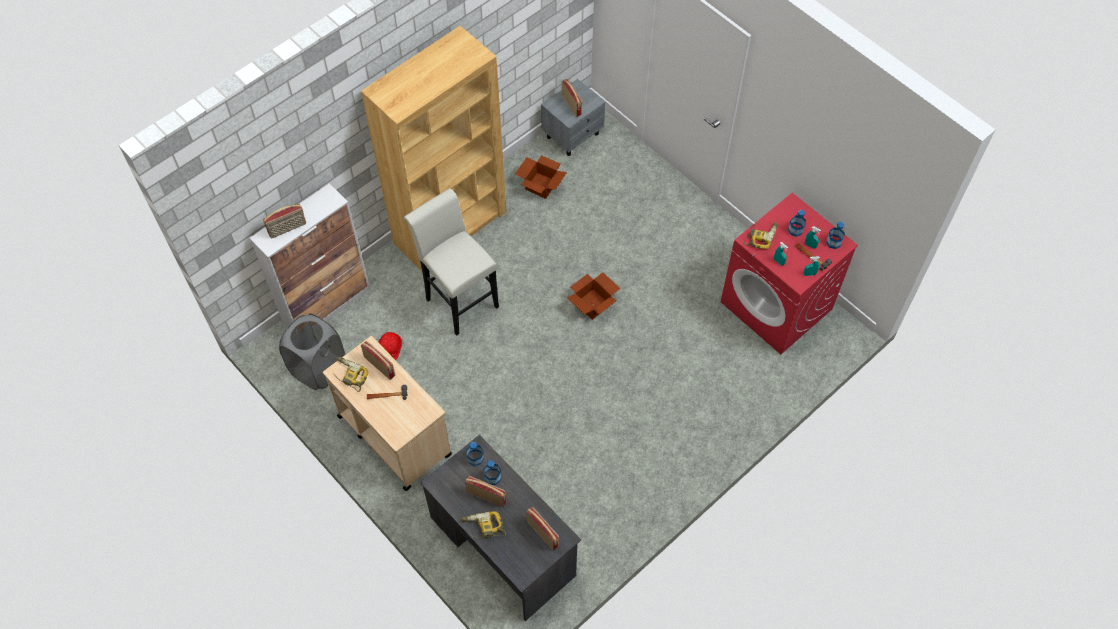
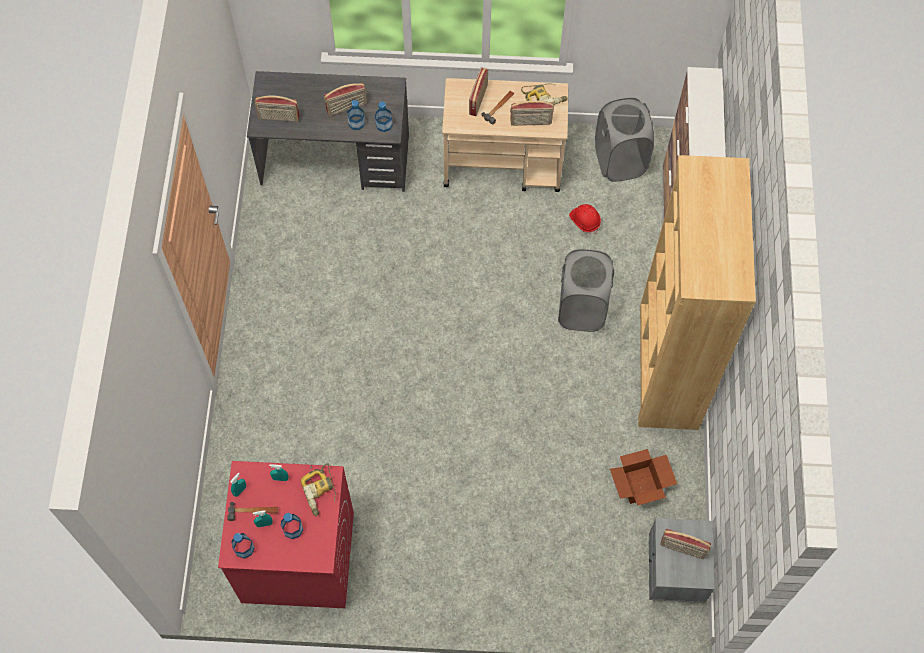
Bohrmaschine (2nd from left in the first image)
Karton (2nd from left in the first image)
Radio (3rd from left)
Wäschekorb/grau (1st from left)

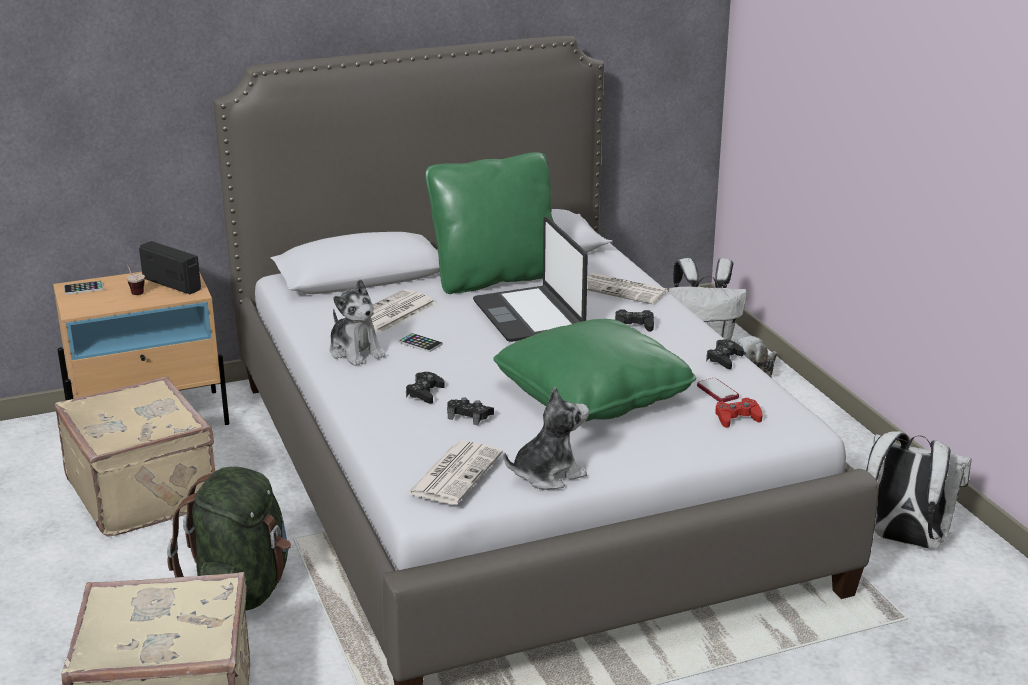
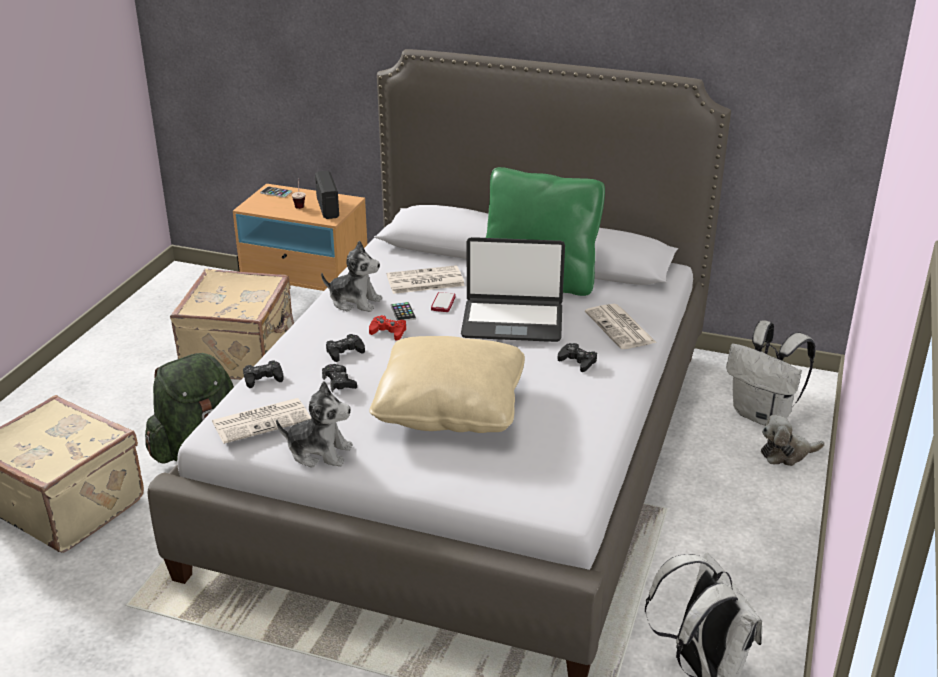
Handy (3rd from left)
Gamepad/schwarz (1st from left)
Gamepad/rot
Kissen/beige
Plüschtier (2nd from left)
Laptop

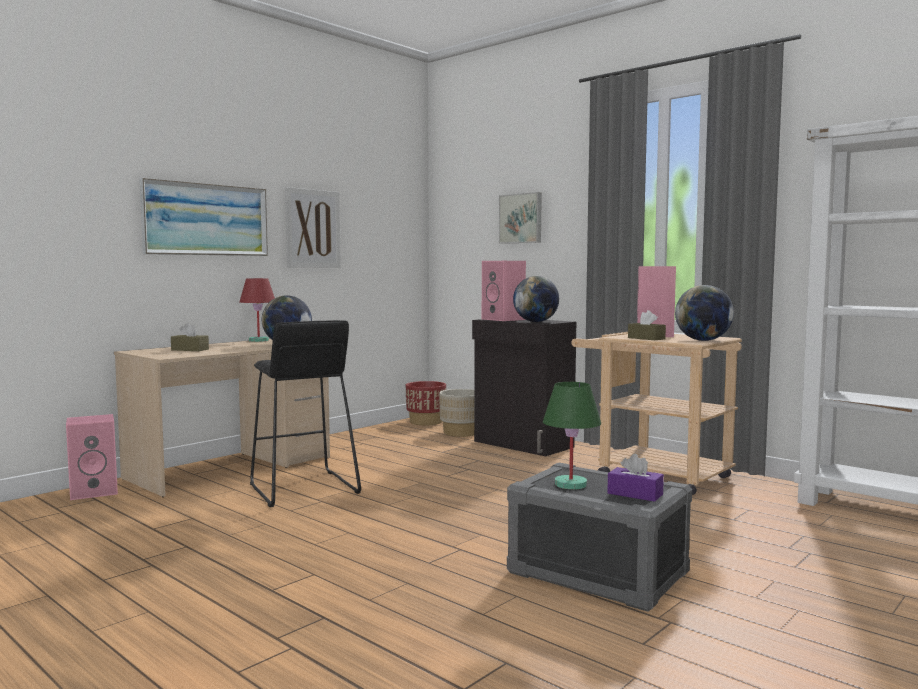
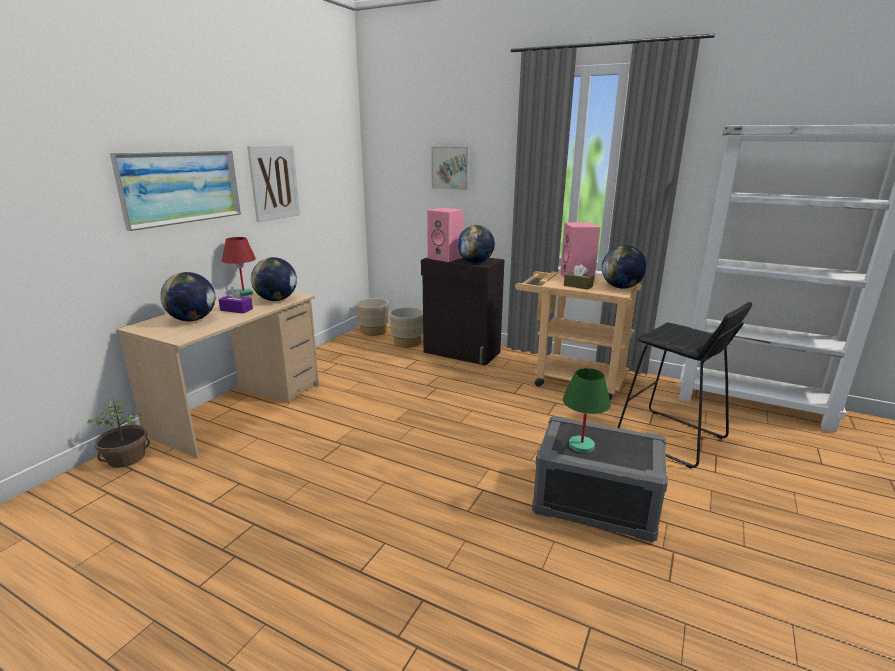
Hocker/schwarz
Taschentuchbox/lila
Topfpflanze
Globus (1st from left)
Pflanzkübel/beige (1st from left)

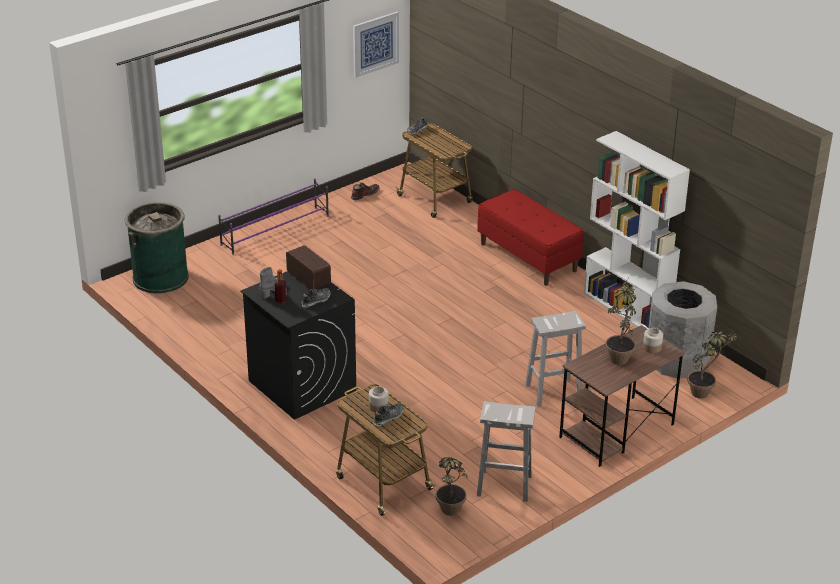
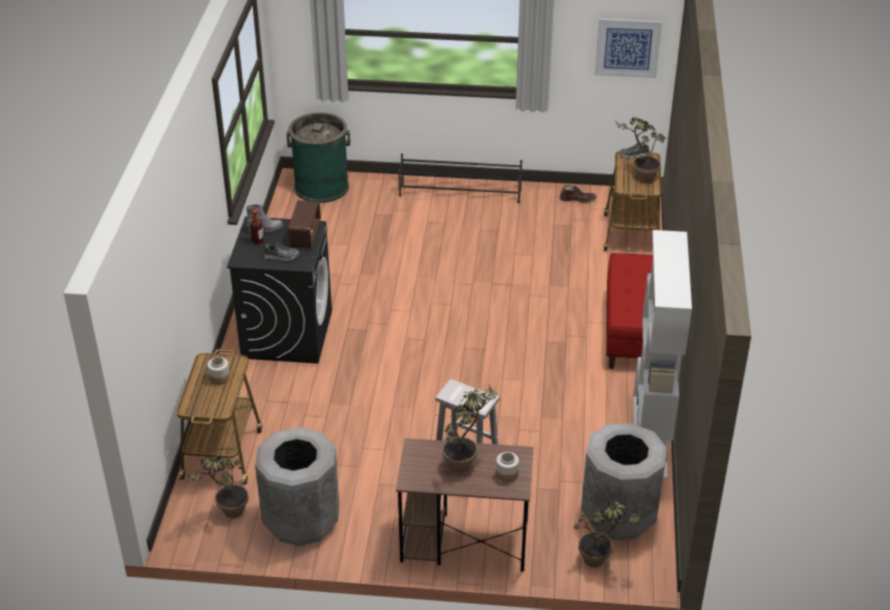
Schuh (2nd from left in the first image)
Topfpflanze (4th from left)
Mülleimer/grau (1st from left)
Schuhregal/schwarz

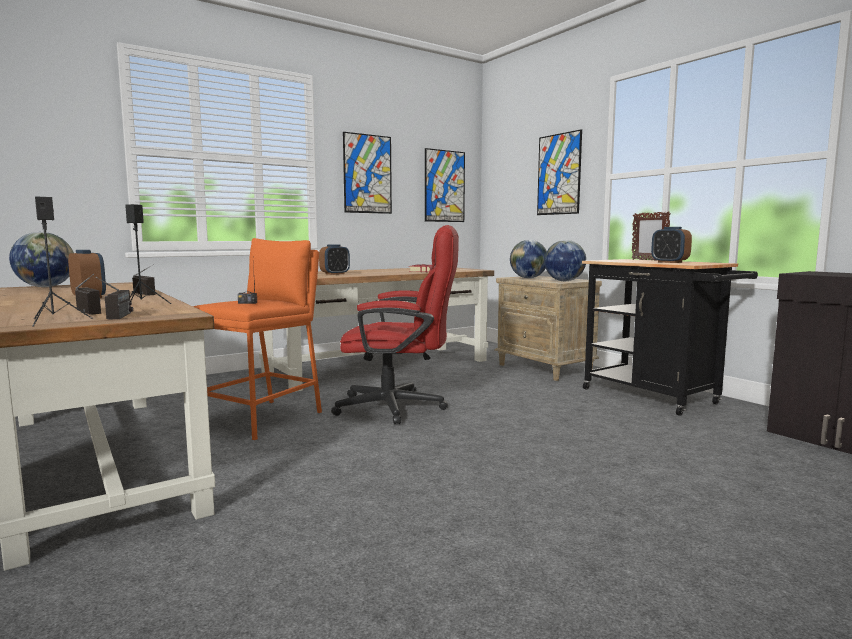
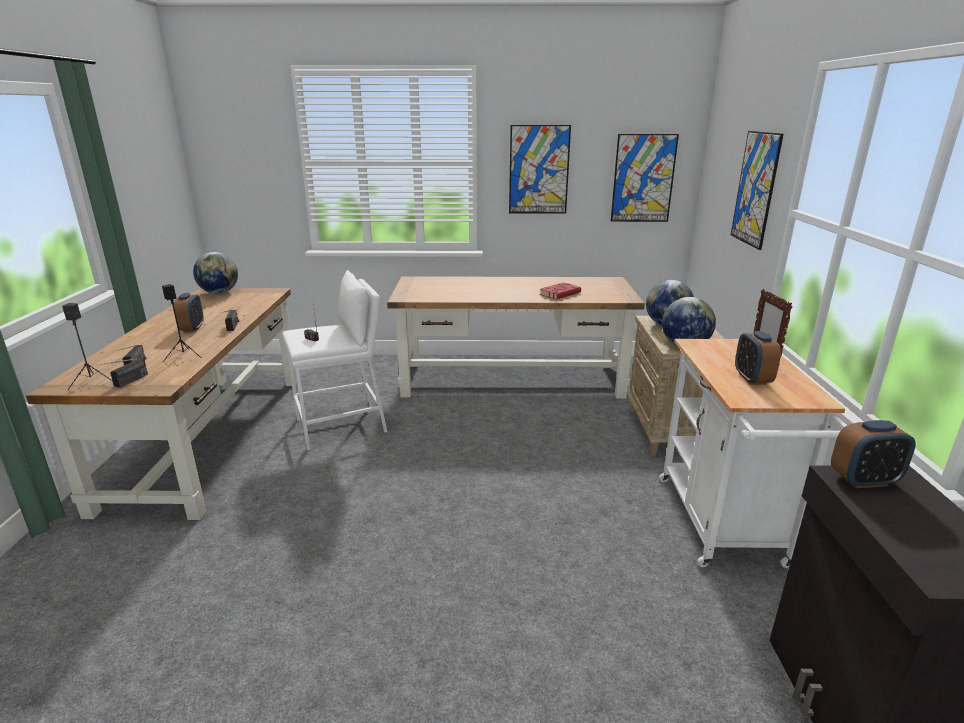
Bürostuhl/rot
Wecker (3rd from left)
Hocker/weiß
Rollwagen/weiß

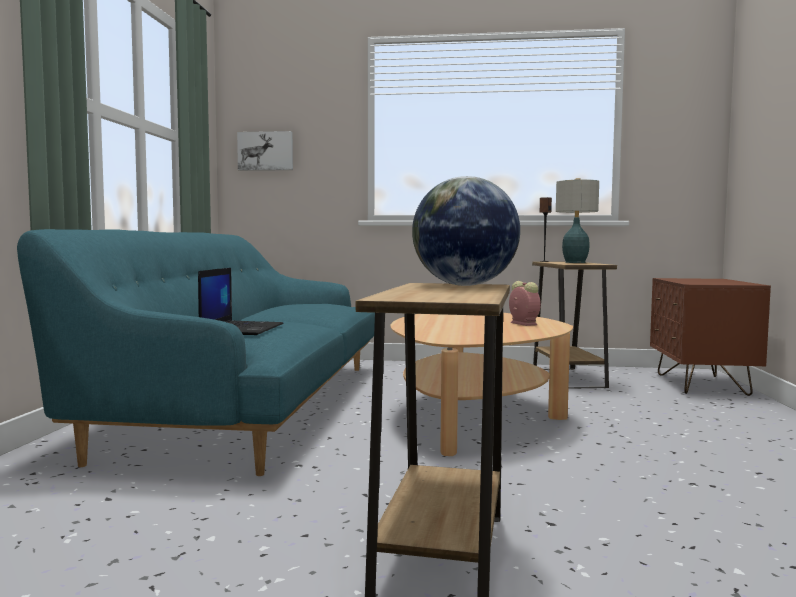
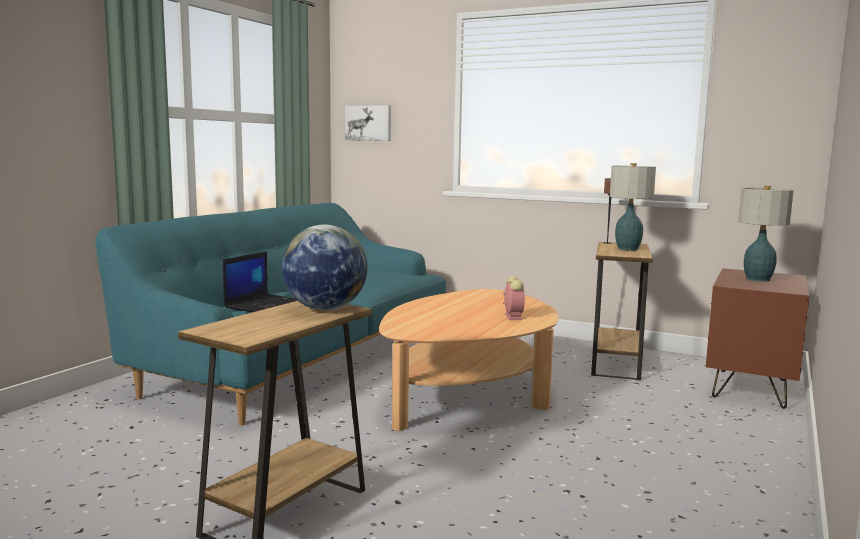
Tischlampe (2nd from left)

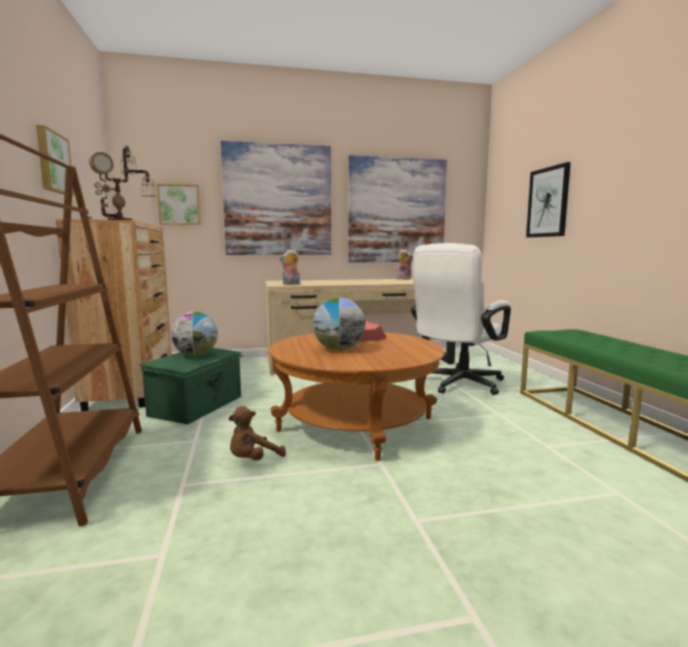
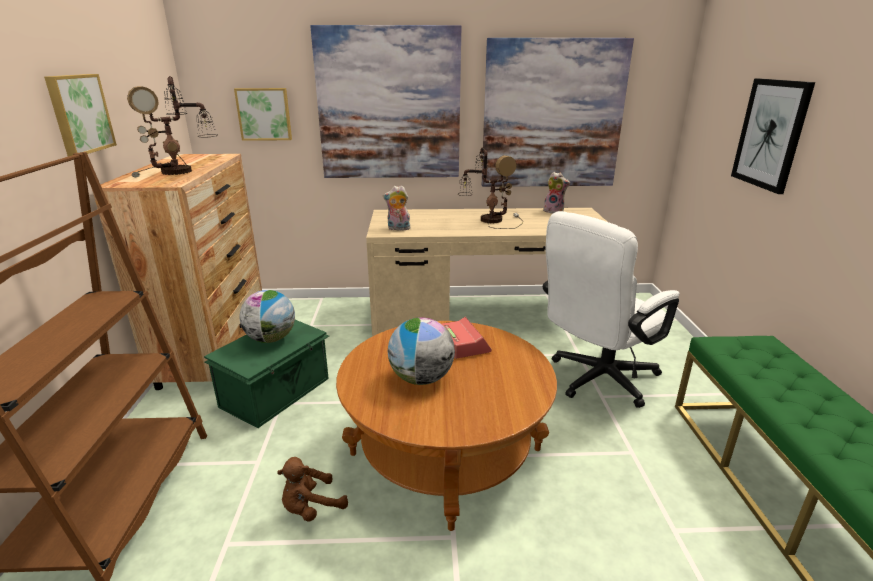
Tischlampe (2nd from left)

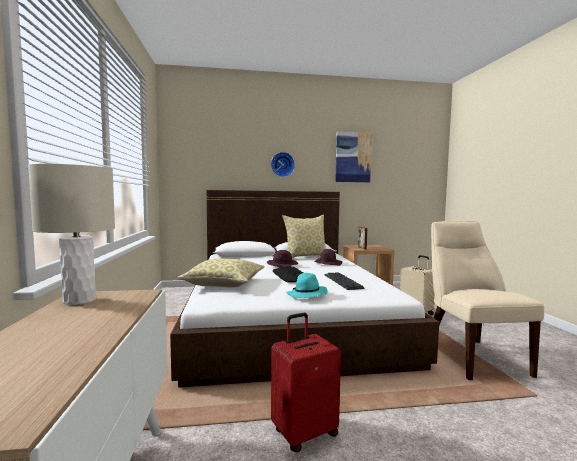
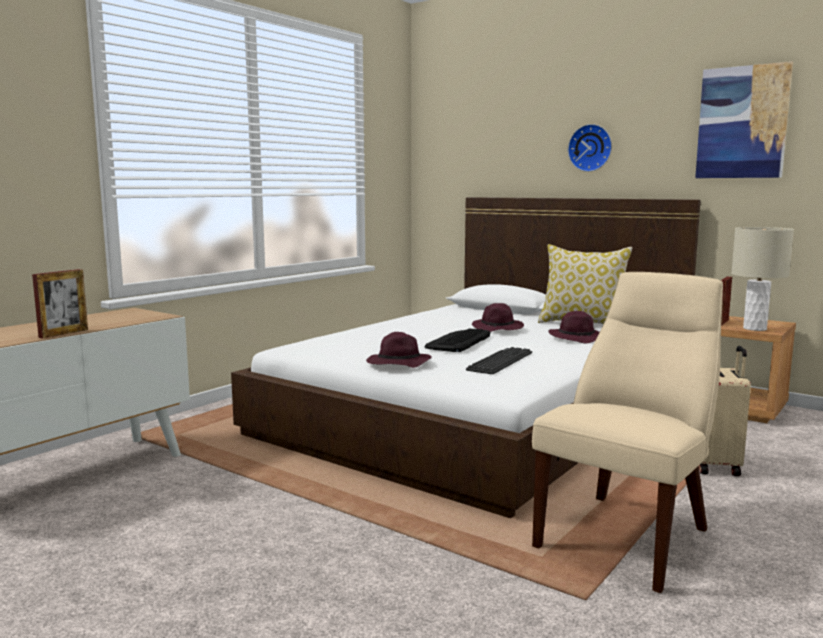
Kissen (1st from left in the first image)
Koffer/rot
Bilderrahmen (1st from left)
Tischlampe/beige
Hut/lila (1st from left)

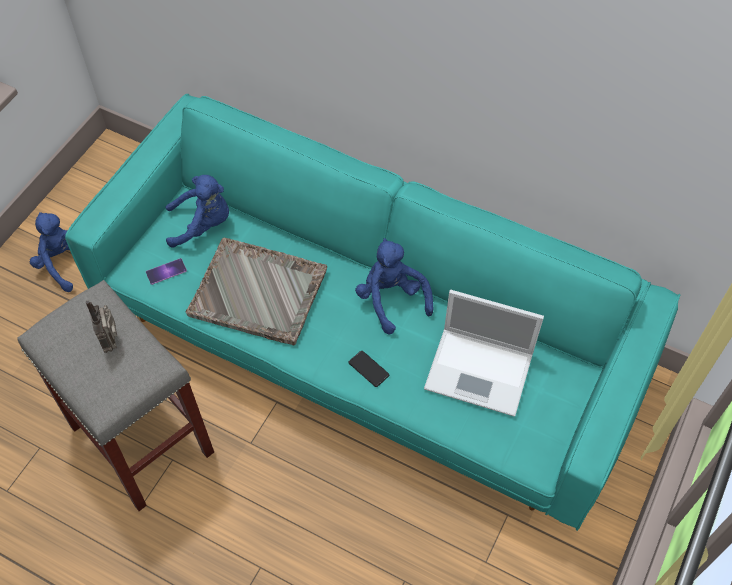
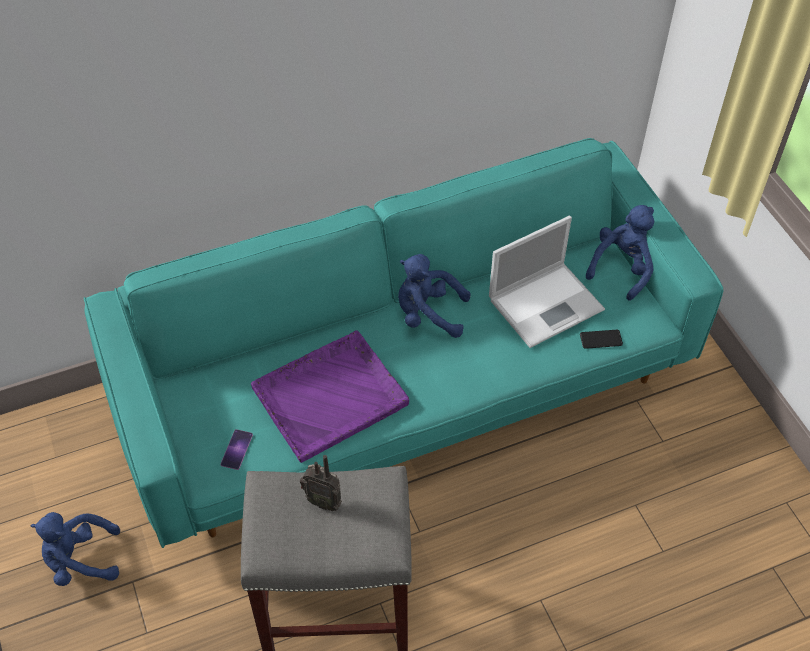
Plüschtier/blau (3rd from left)
Handy (2nd from left)
Tablett/lila

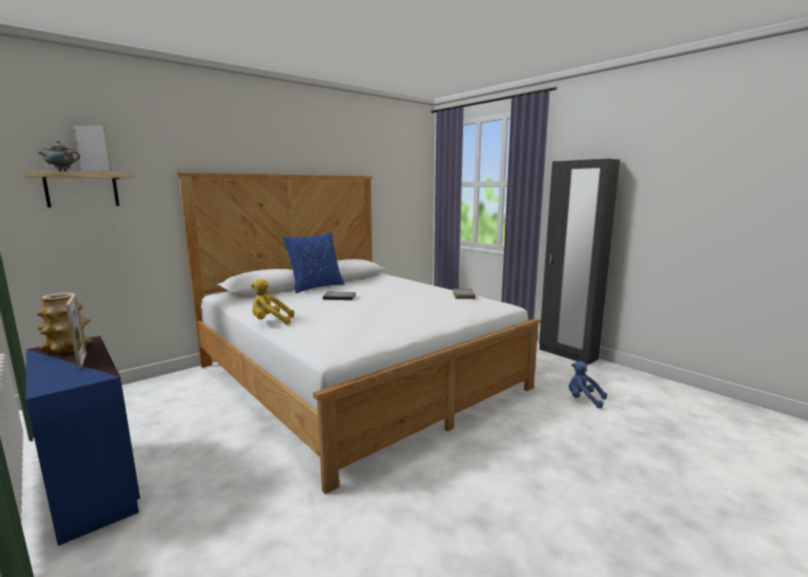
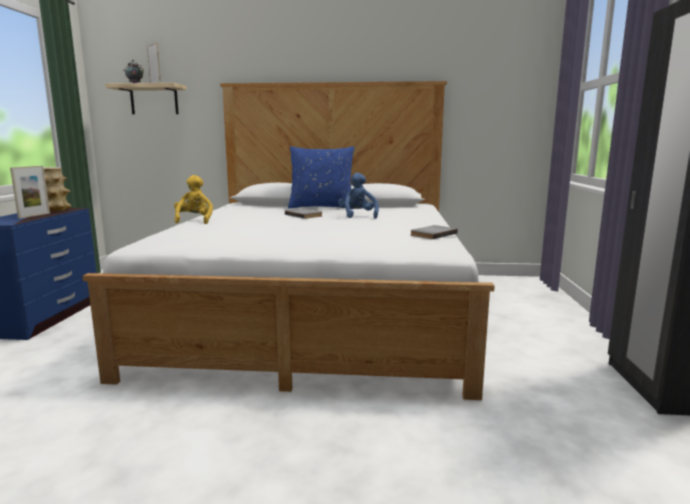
Plüschtier/blau
Plüschtier/gelb

